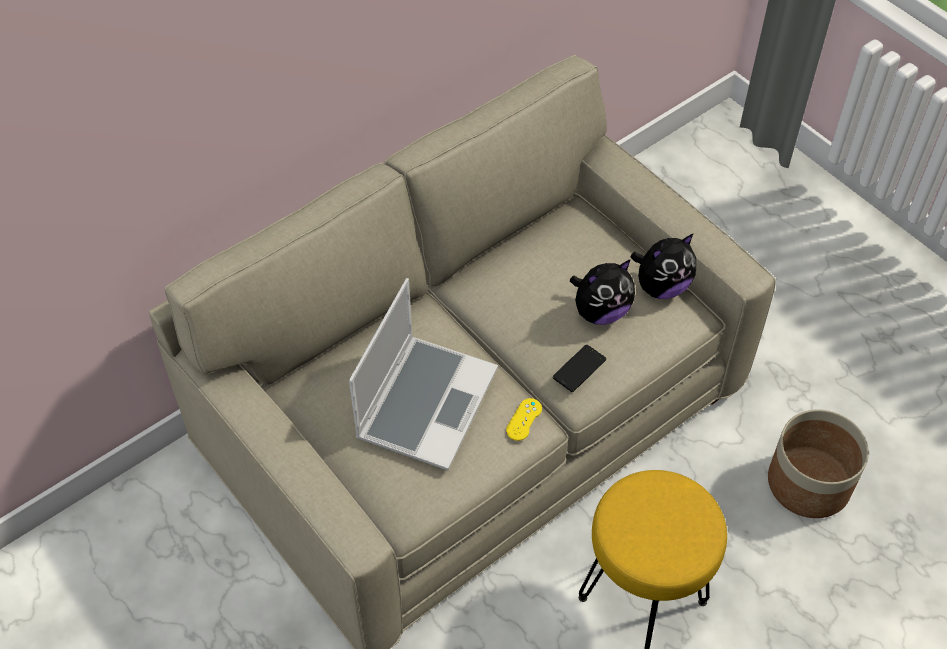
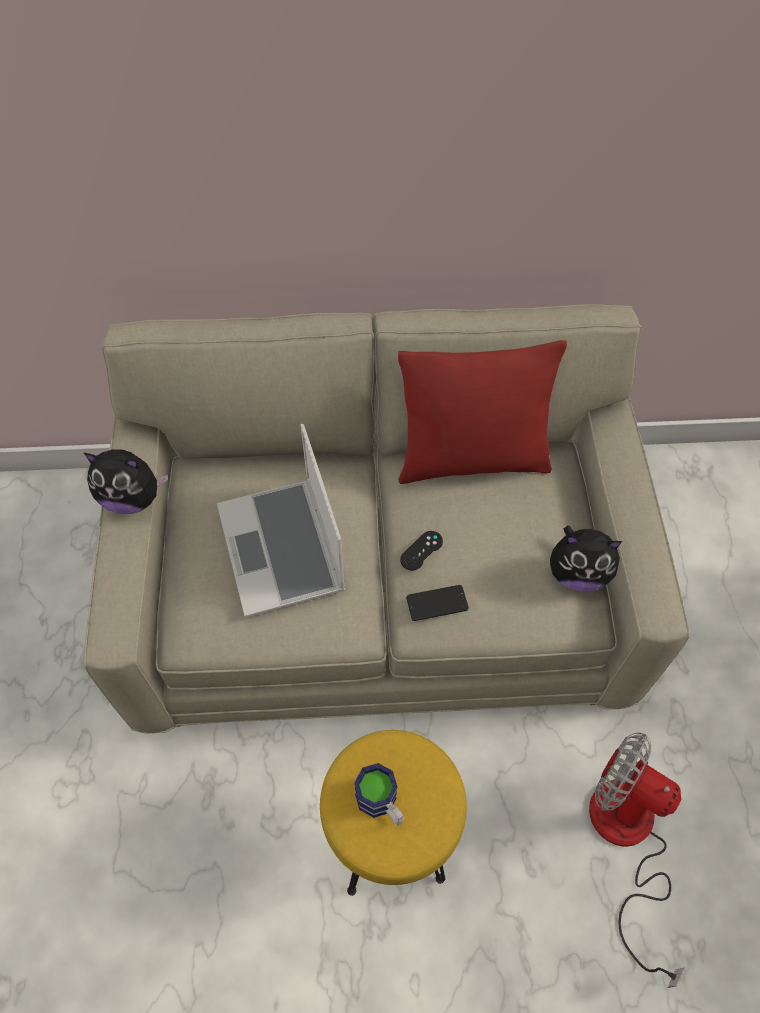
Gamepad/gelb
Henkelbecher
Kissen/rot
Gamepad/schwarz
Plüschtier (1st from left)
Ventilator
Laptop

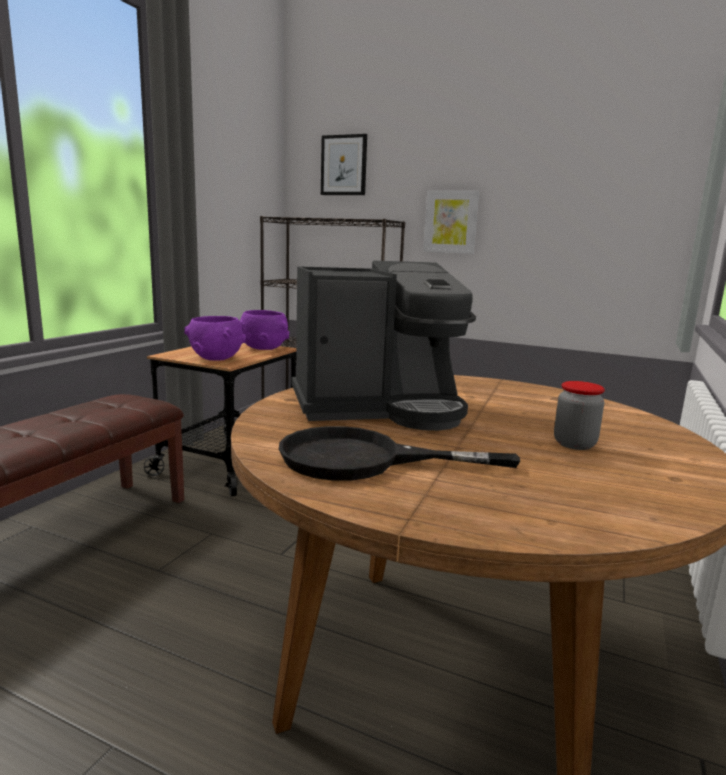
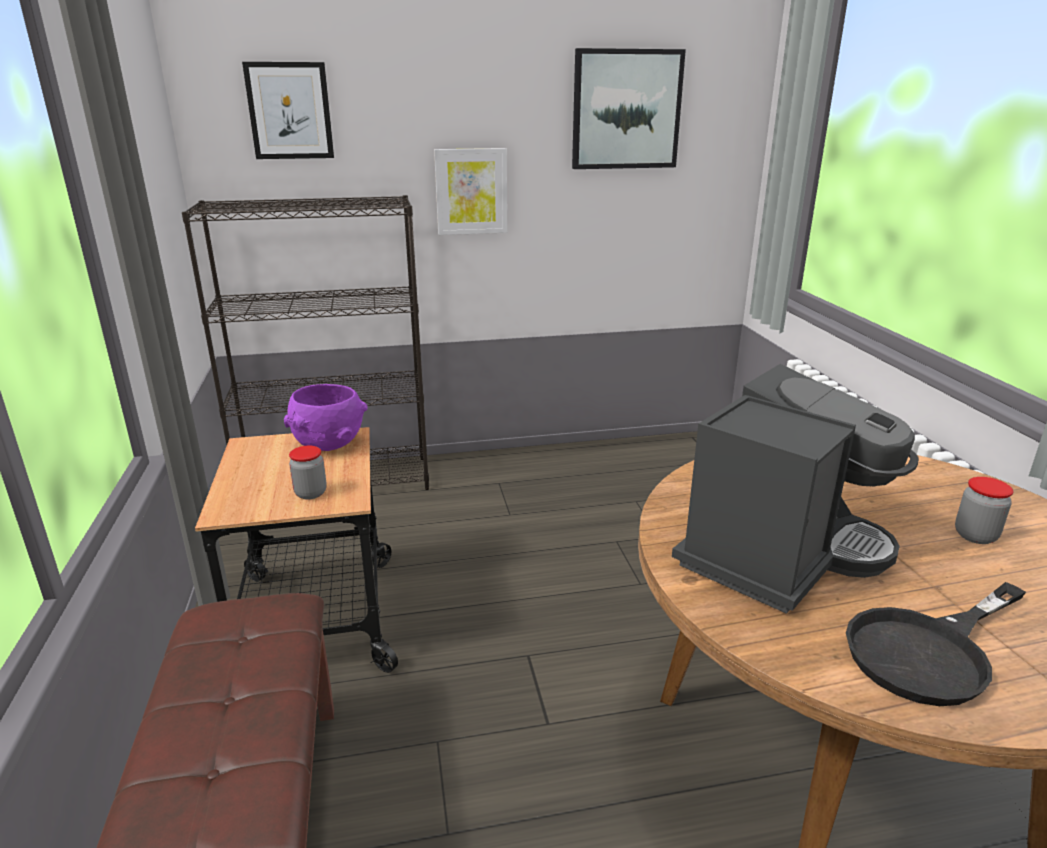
Bild (3rd from left)
Vorratsglas (1st from left)

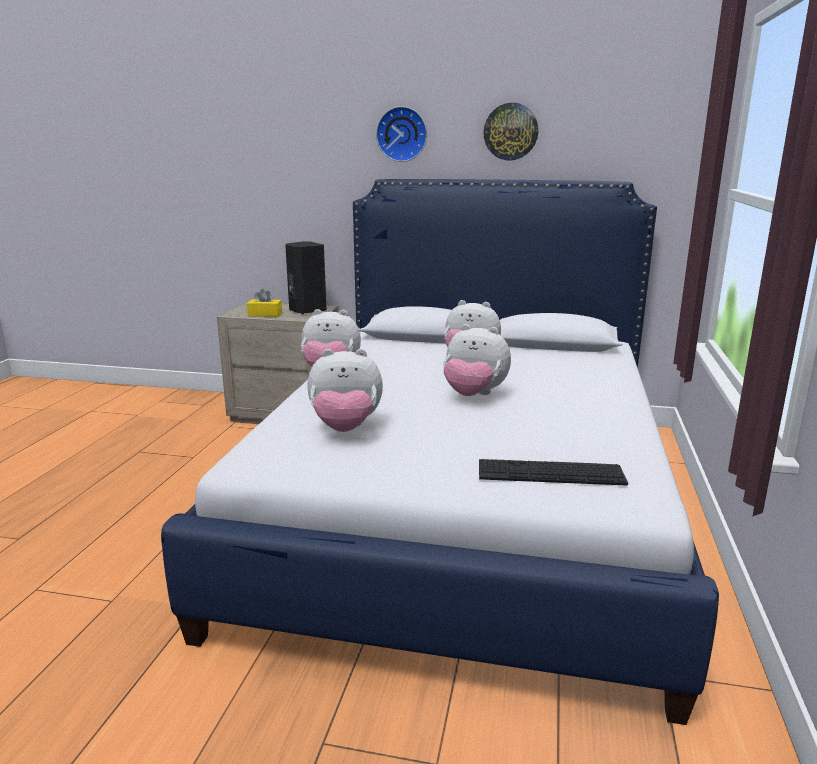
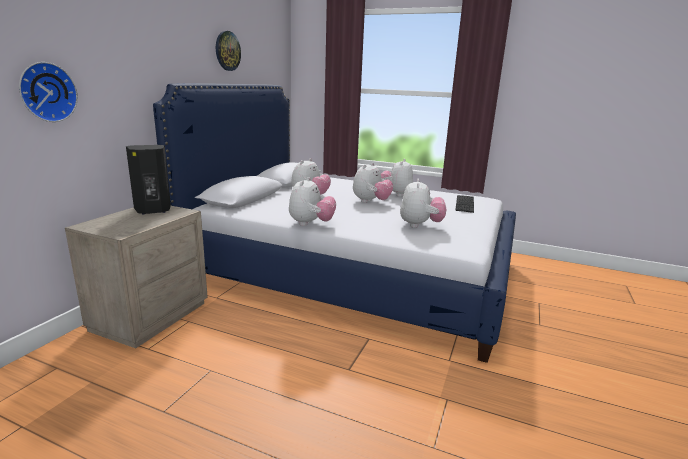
Taschentuchbox/gelb
Plüschtier (4th from left)
Wanduhr (1st from left)

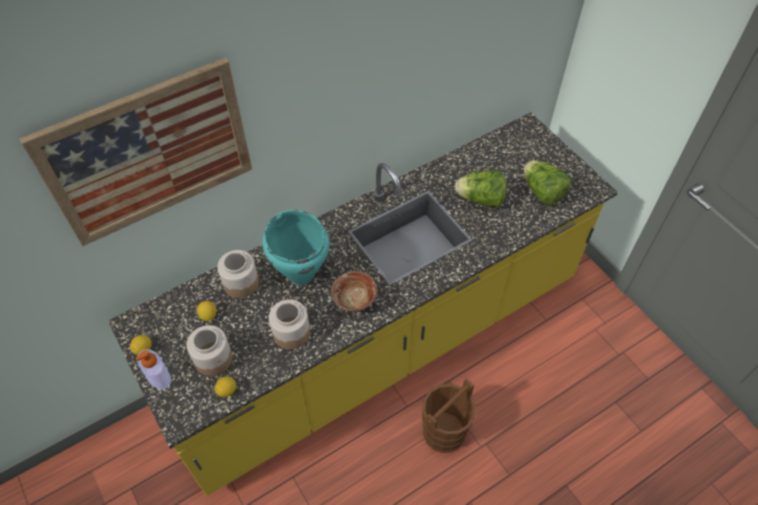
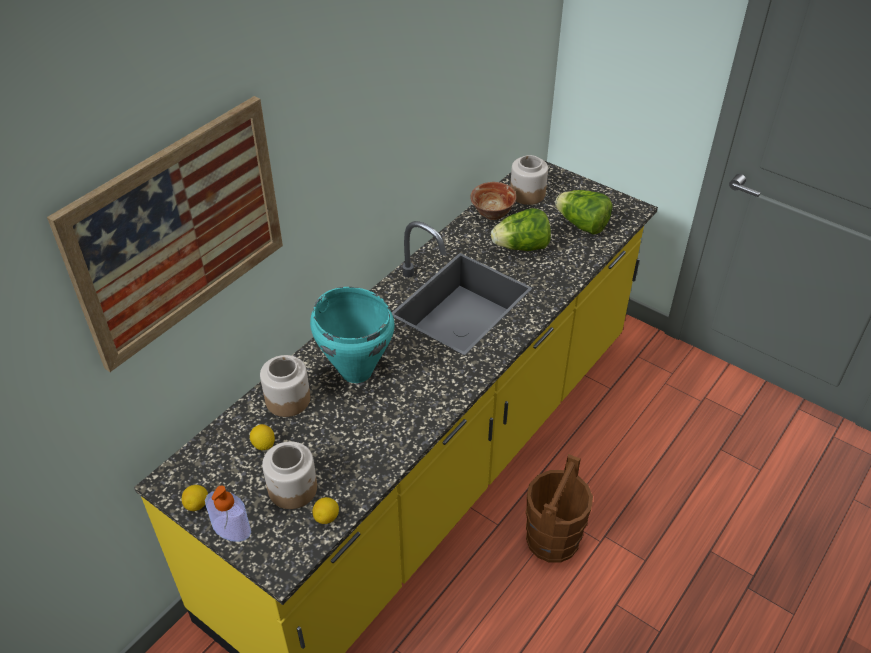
Vorratsglas (3rd from left)
Schüssel

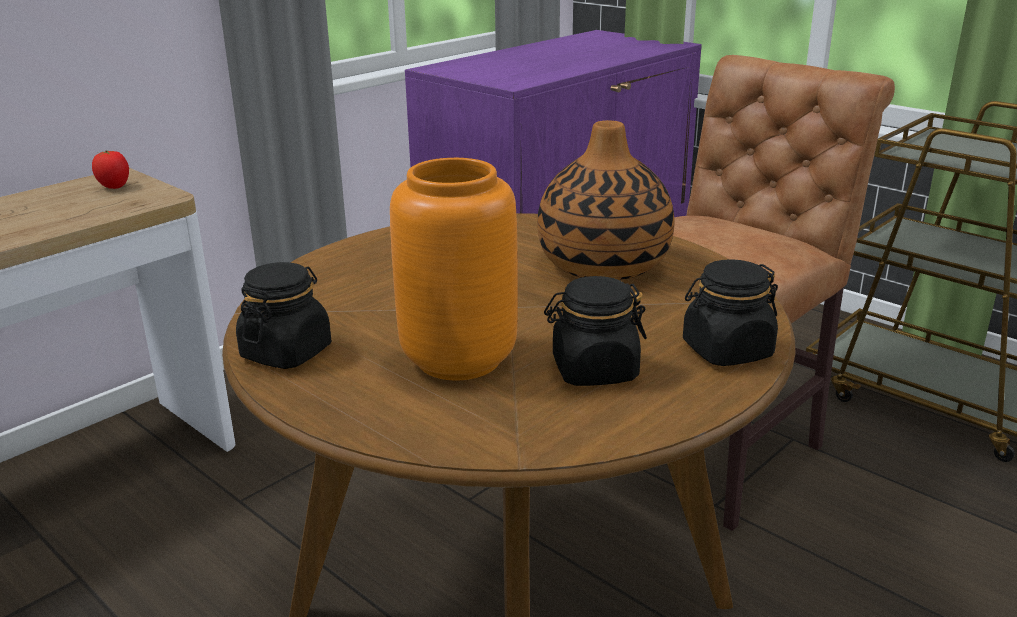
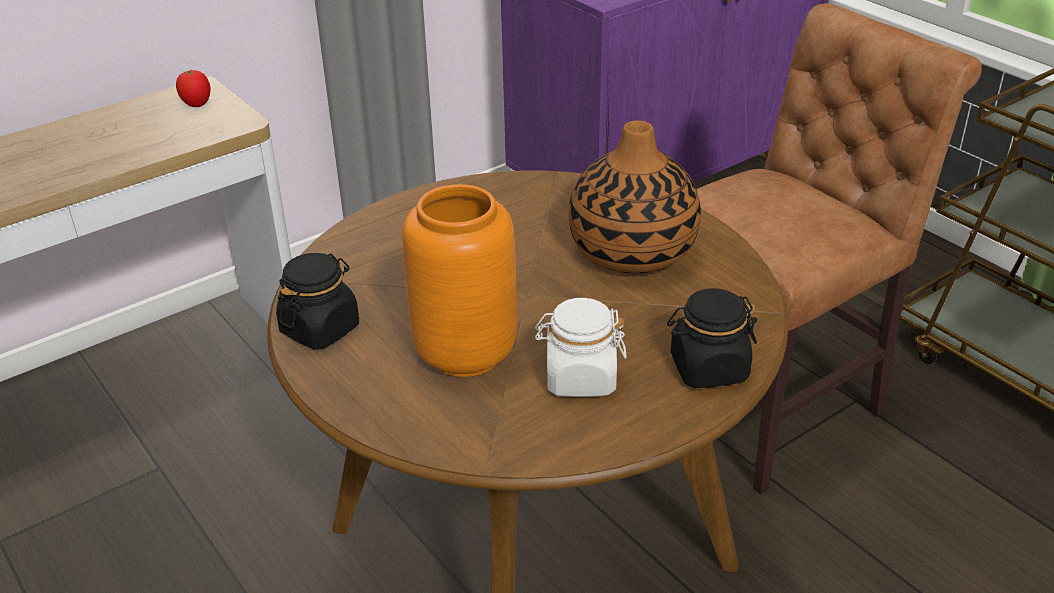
Vorratsglas/weiß

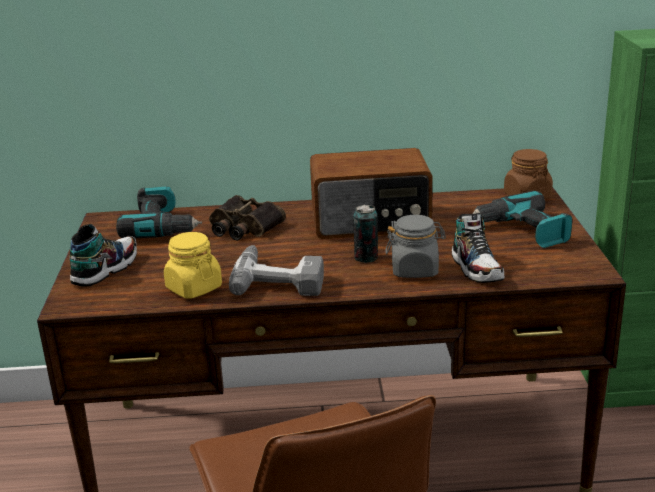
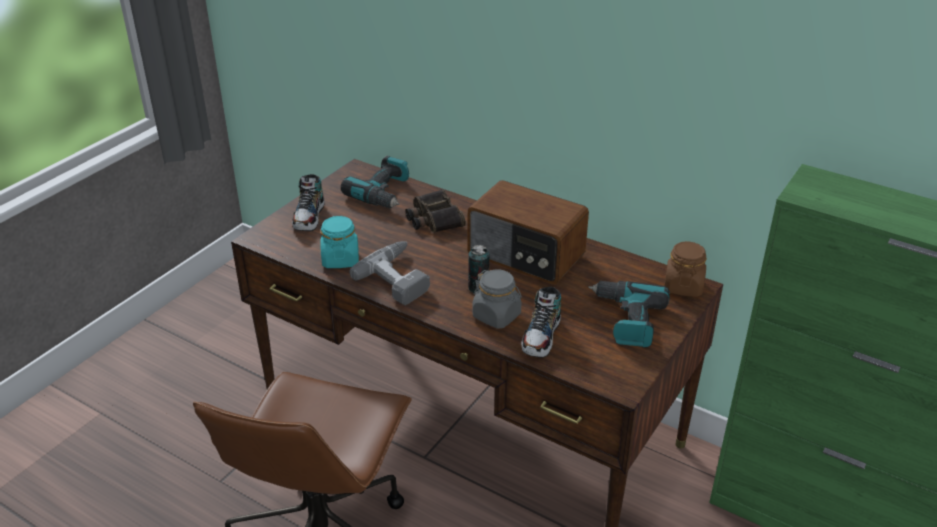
Vorratsglas/türkis
Schuh (1st from left)

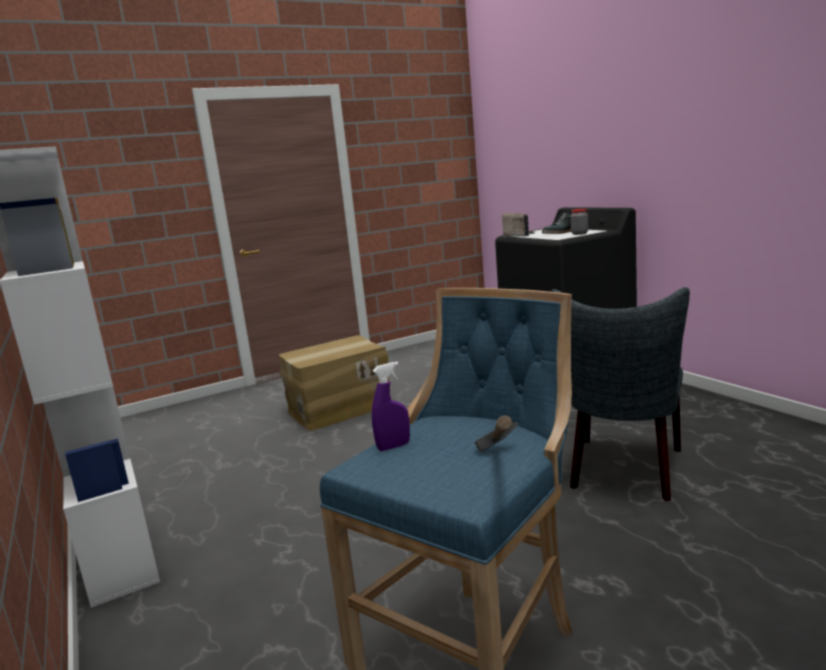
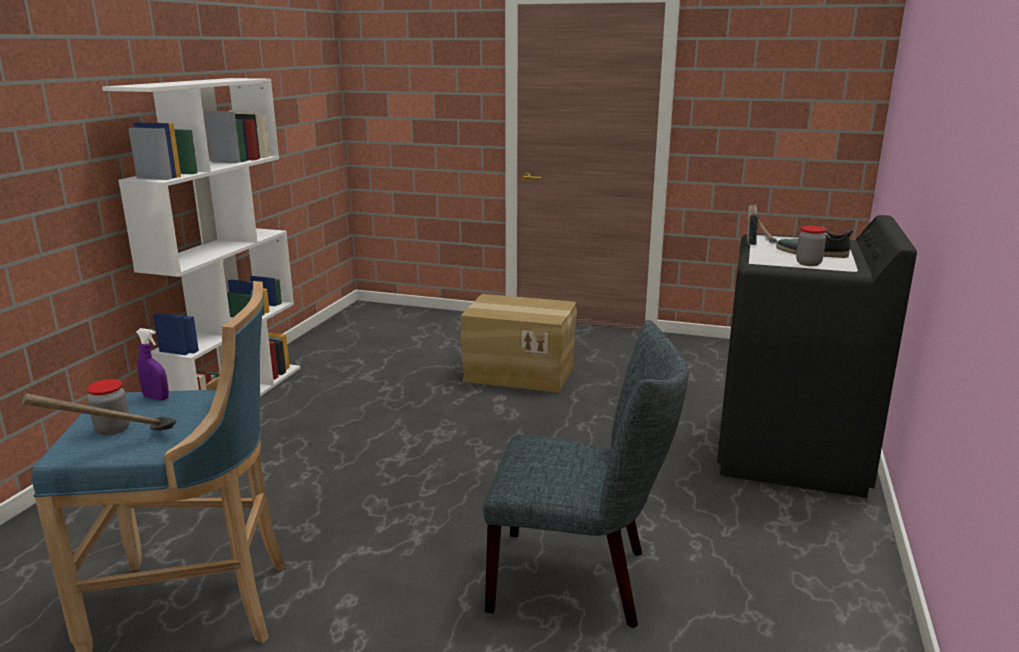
Vorratsglas (1st from left)
Stuhl/grau

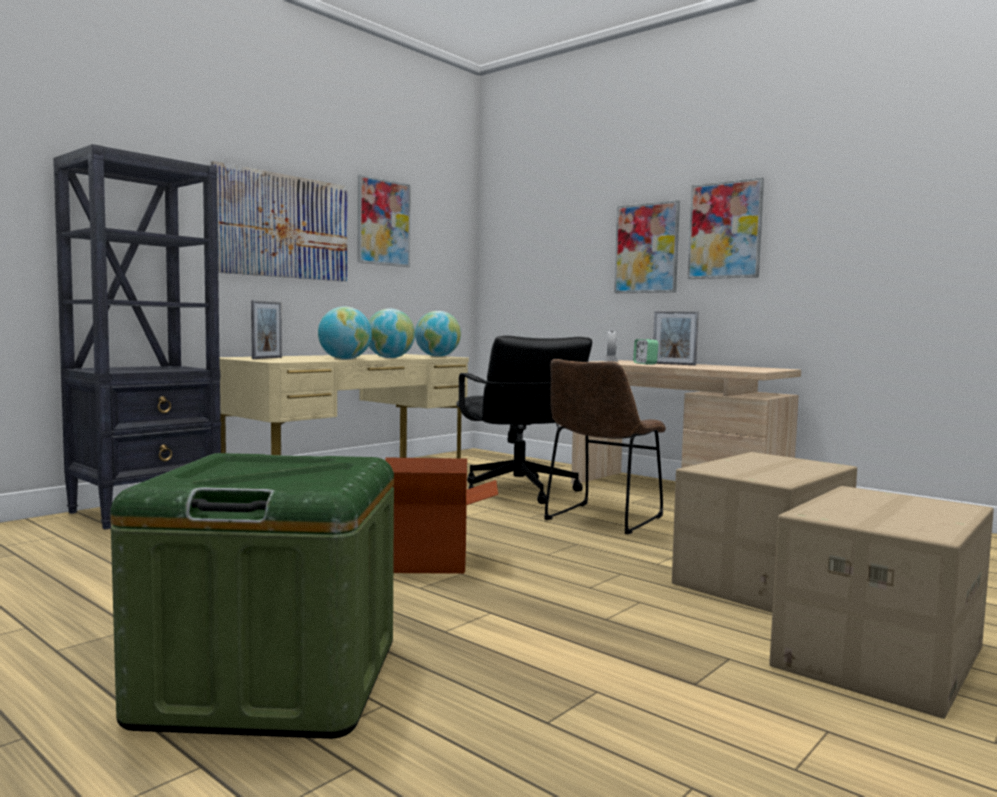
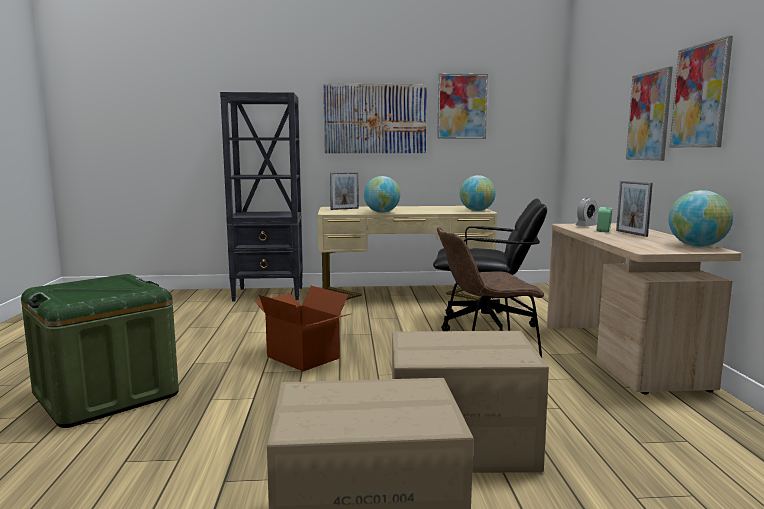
Globus (3rd from left)
Bürostuhl/schwarz

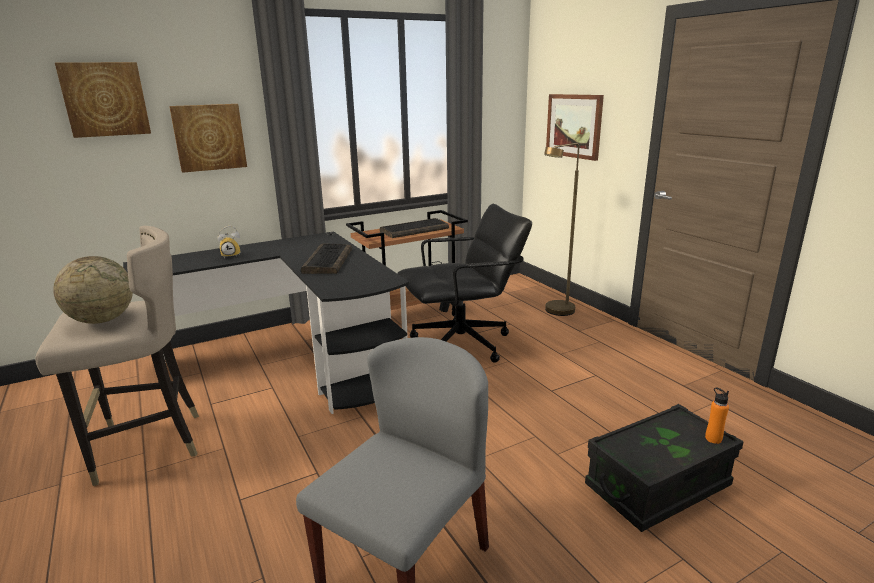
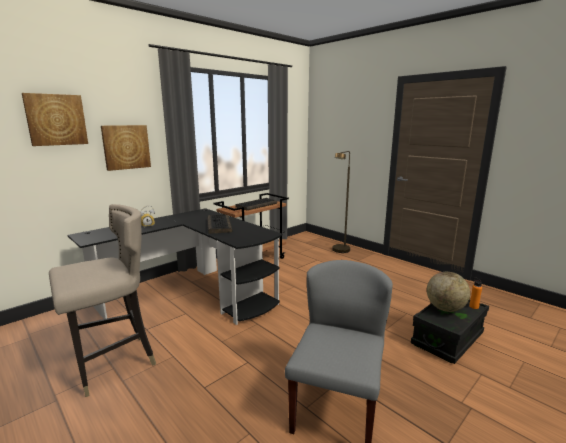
Bürostuhl/schwarz
Bild (3rd from left in the first image)
Globus

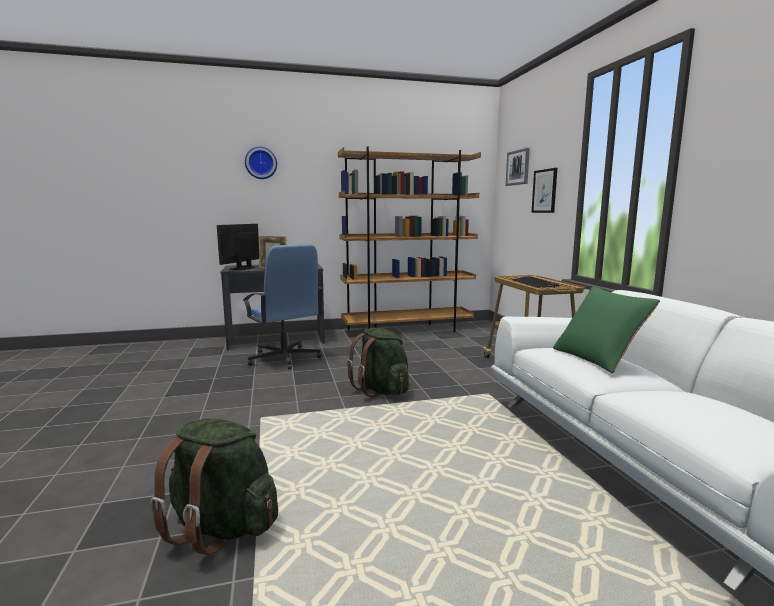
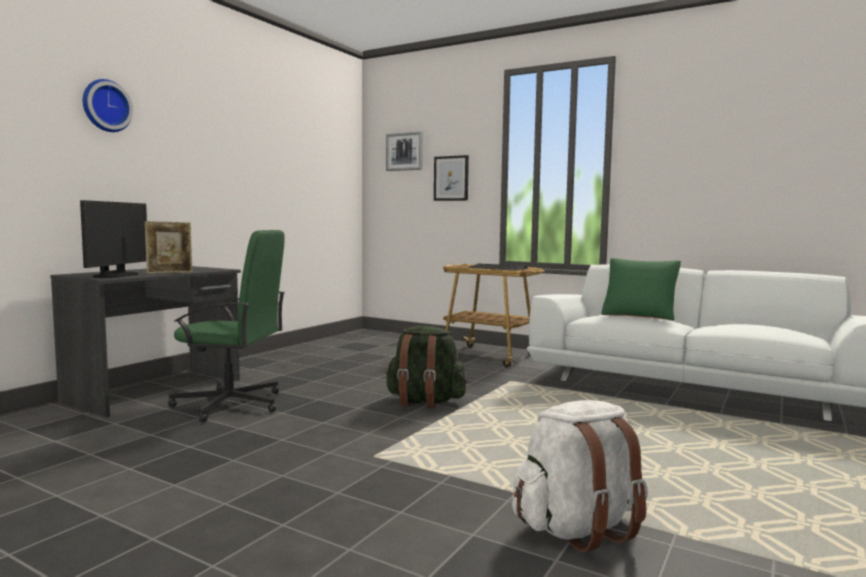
Bücherregal/braun
Rucksack/weiß
Bürostuhl/grün
Monitor

